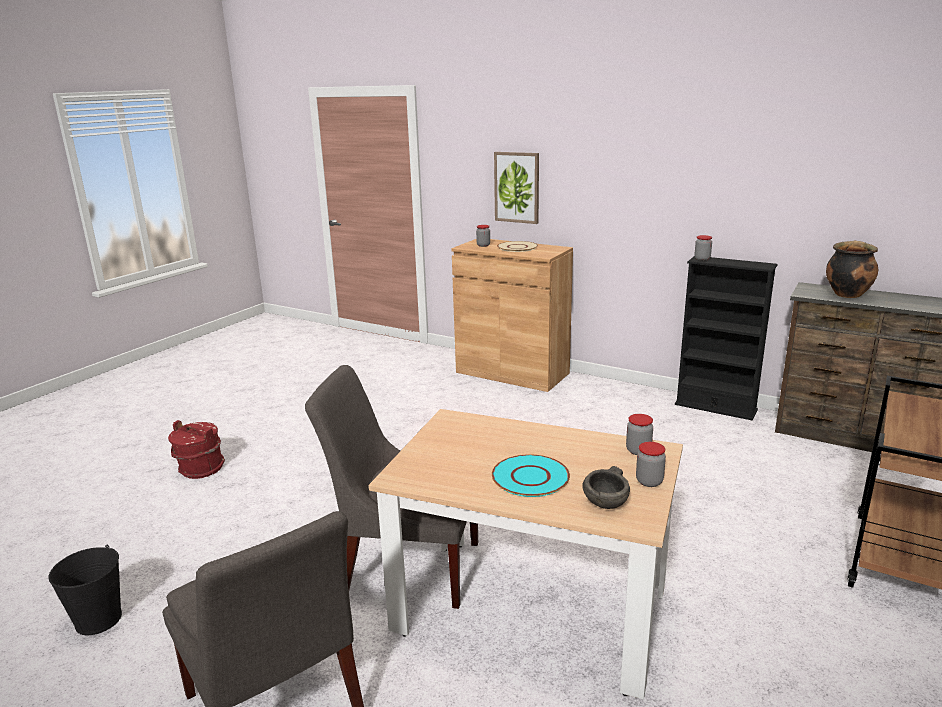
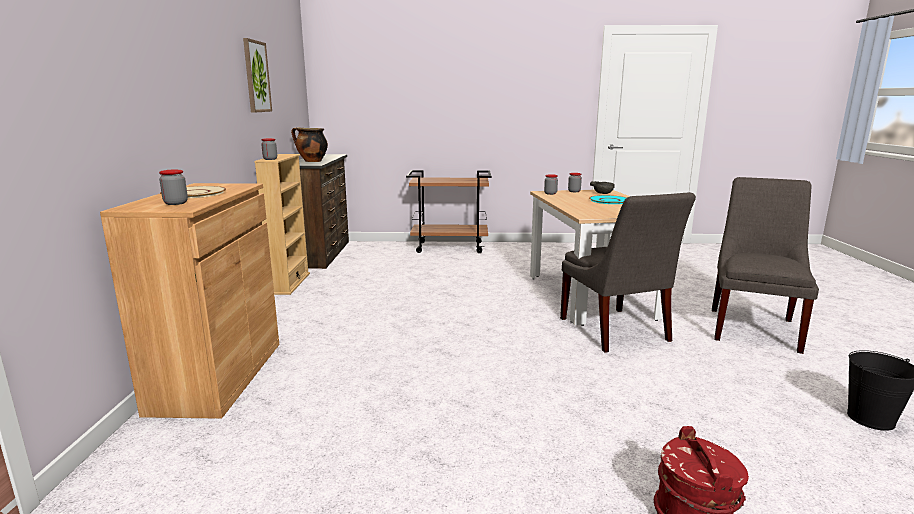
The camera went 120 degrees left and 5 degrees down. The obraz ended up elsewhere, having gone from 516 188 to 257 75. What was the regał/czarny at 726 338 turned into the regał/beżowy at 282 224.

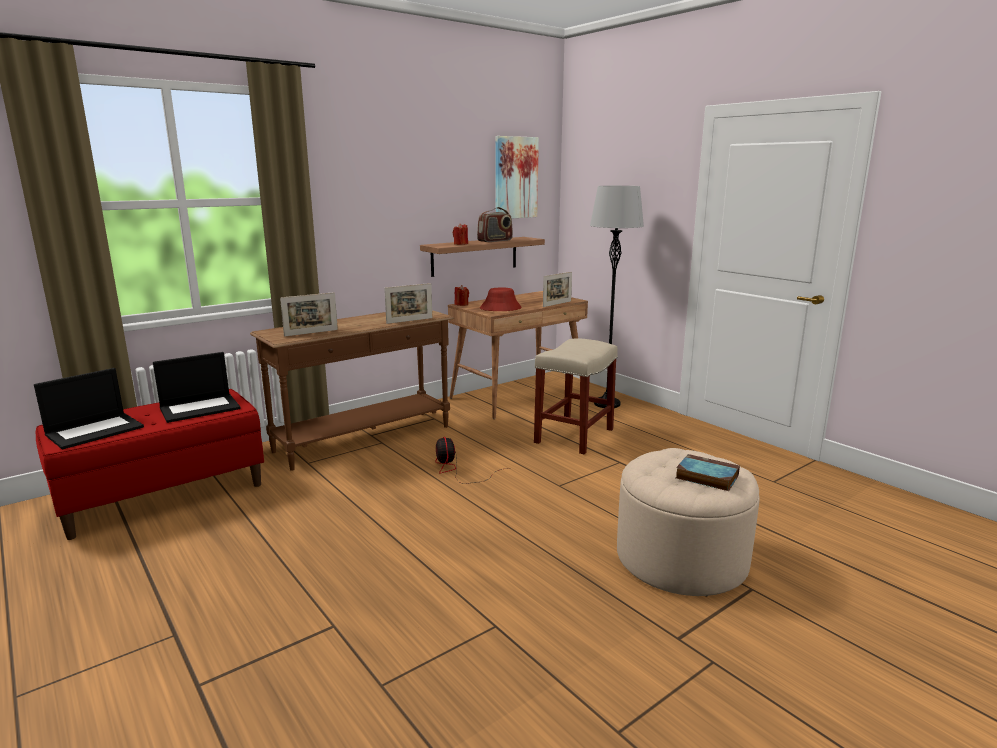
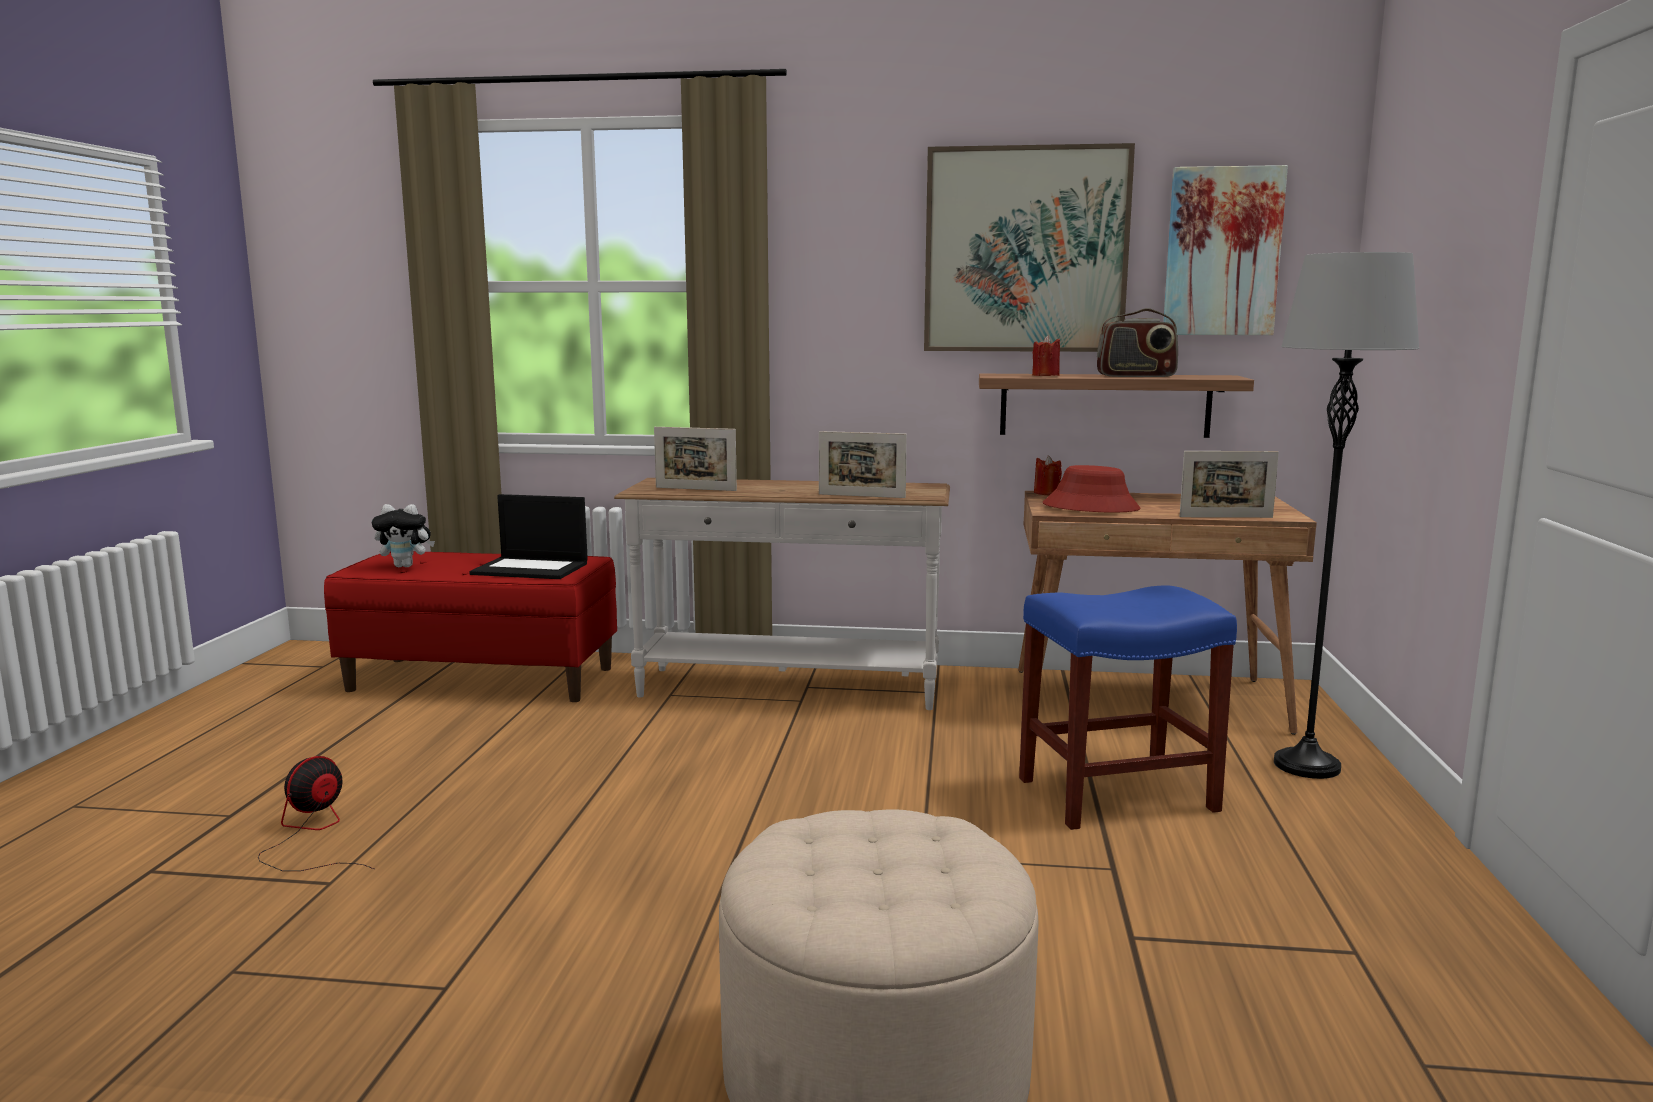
The camera went 45 degrees right and 5 degrees down. What was the stolik konsolowy/brązowy at 352 390 turned into the stolik konsolowy/biały at 782 594. What was the stołek/beżowy at 576 397 turned into the stołek/niebieski at 1128 707. Where the laptop stood at 89 408, the pluszak came to stand at 403 535. The wentylator ended up elsewhere, having gone from 472 460 to 316 813. The second view lost the książka at 708 472. The second view gained the obraz at 1029 247.

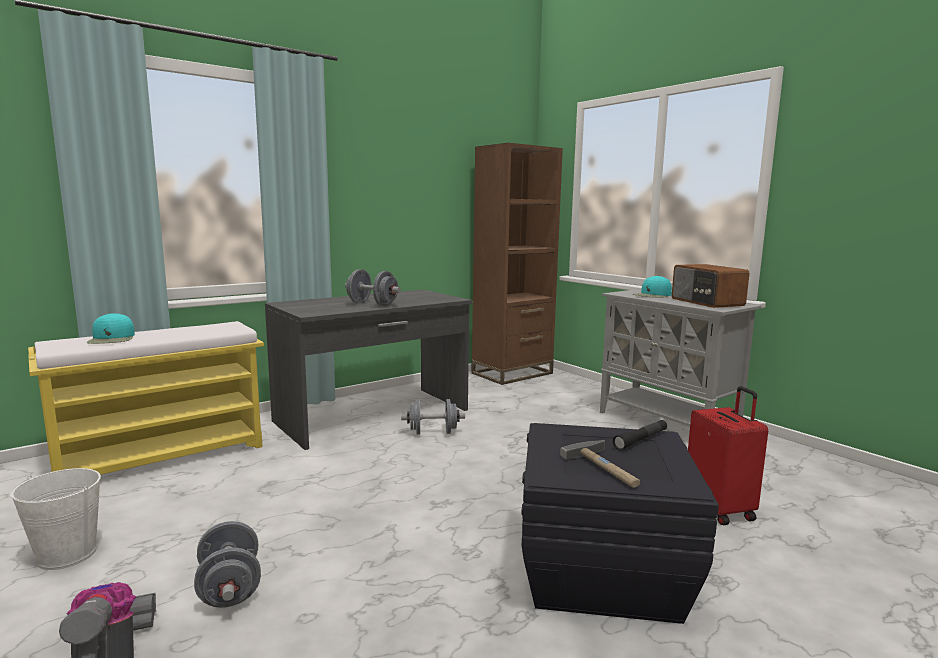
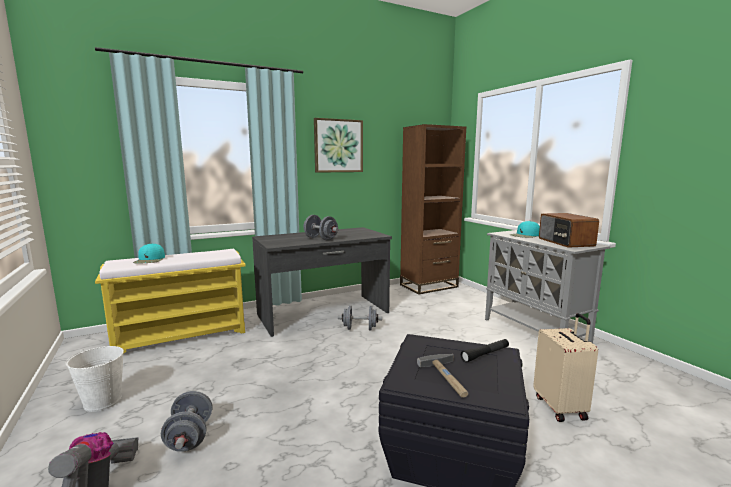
The camera went 10 degrees right and 0 degrees up. What was the walizka/czerwony at 728 455 turned into the walizka/beżowy at 565 367. The second view gained the obraz at 338 145.

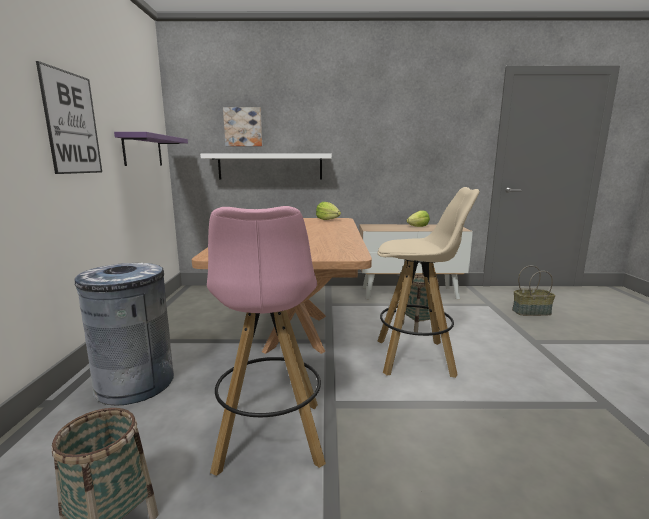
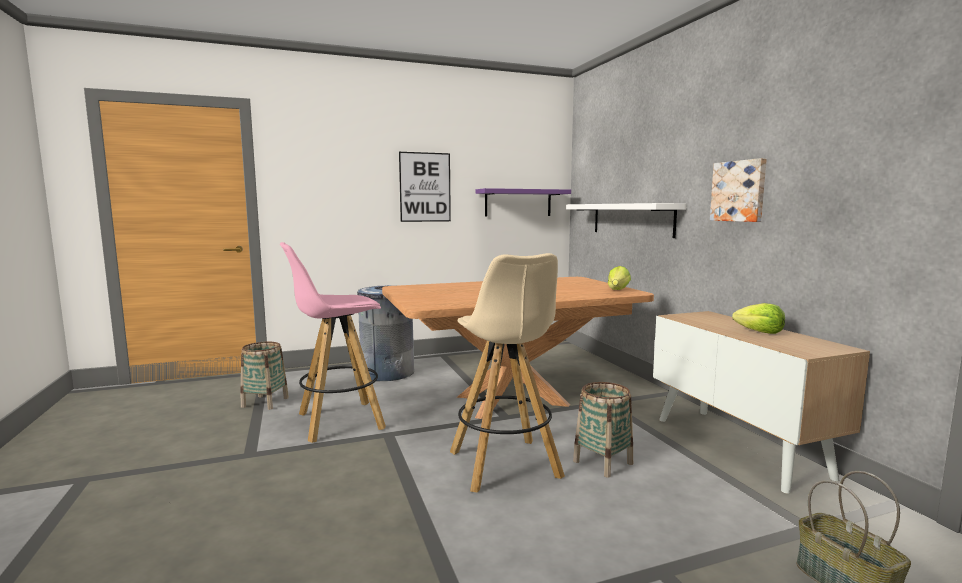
The camera went 70 degrees right and 5 degrees down. The obraz ended up elsewhere, having gone from 242 126 to 738 190.

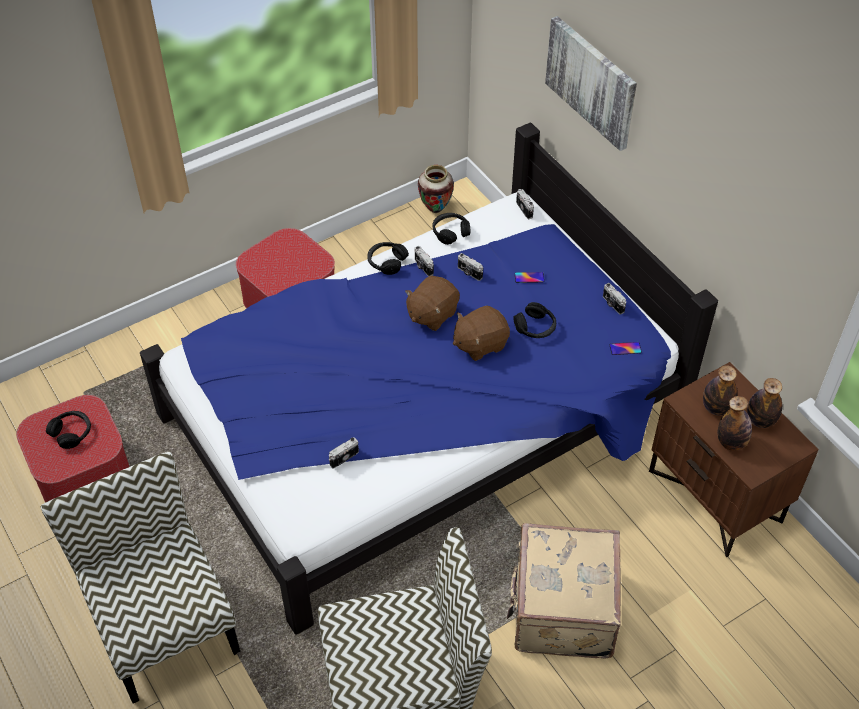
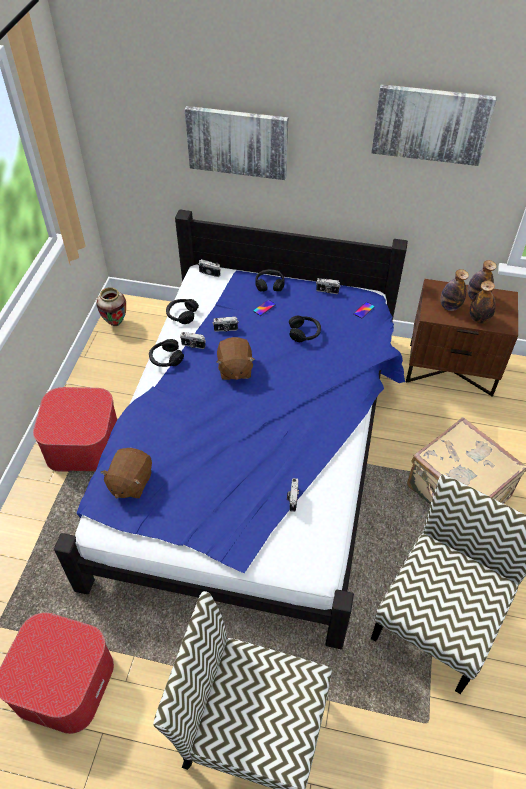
The camera went 45 degrees left and 0 degrees up. The pluszak/brązowy ended up elsewhere, having gone from 481 333 to 126 473. The słuchawki/czarny ended up elsewhere, having gone from 68 430 to 270 280. The second view gained the obraz at 433 125.

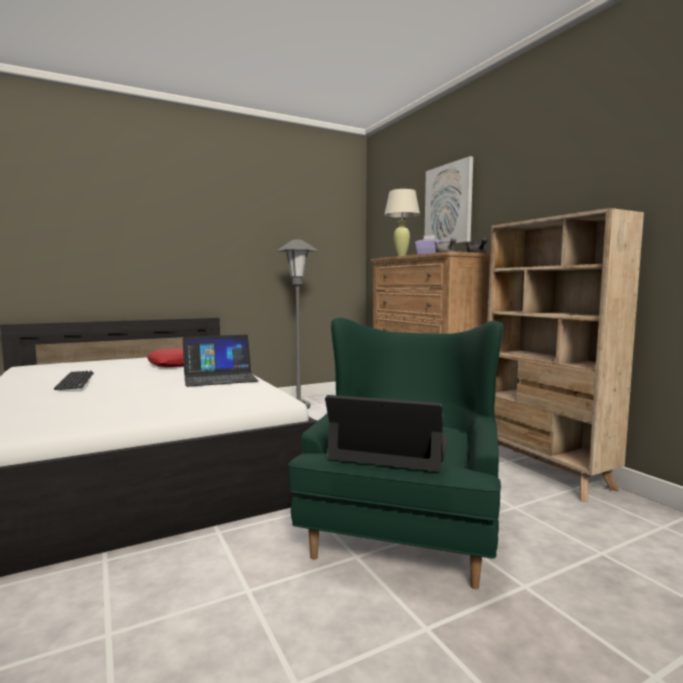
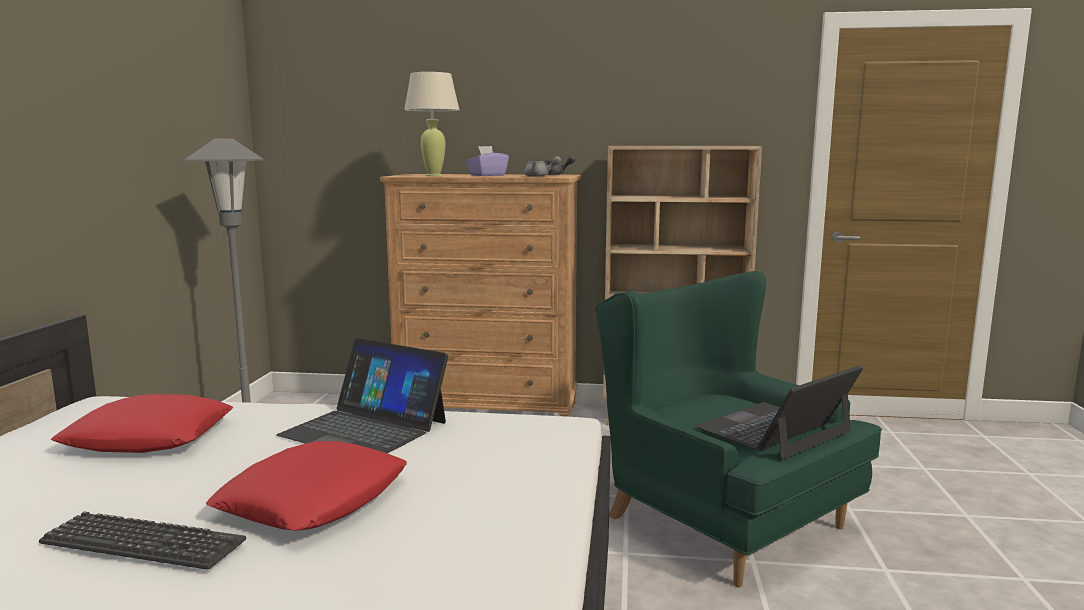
The camera went 55 degrees left and 5 degrees up. The second view lost the obraz at 449 200. The laptop at 220 361 ended up facing another way, 105 degrees clockwise from before. The second view gained the poduszka/czerwony at 306 485.

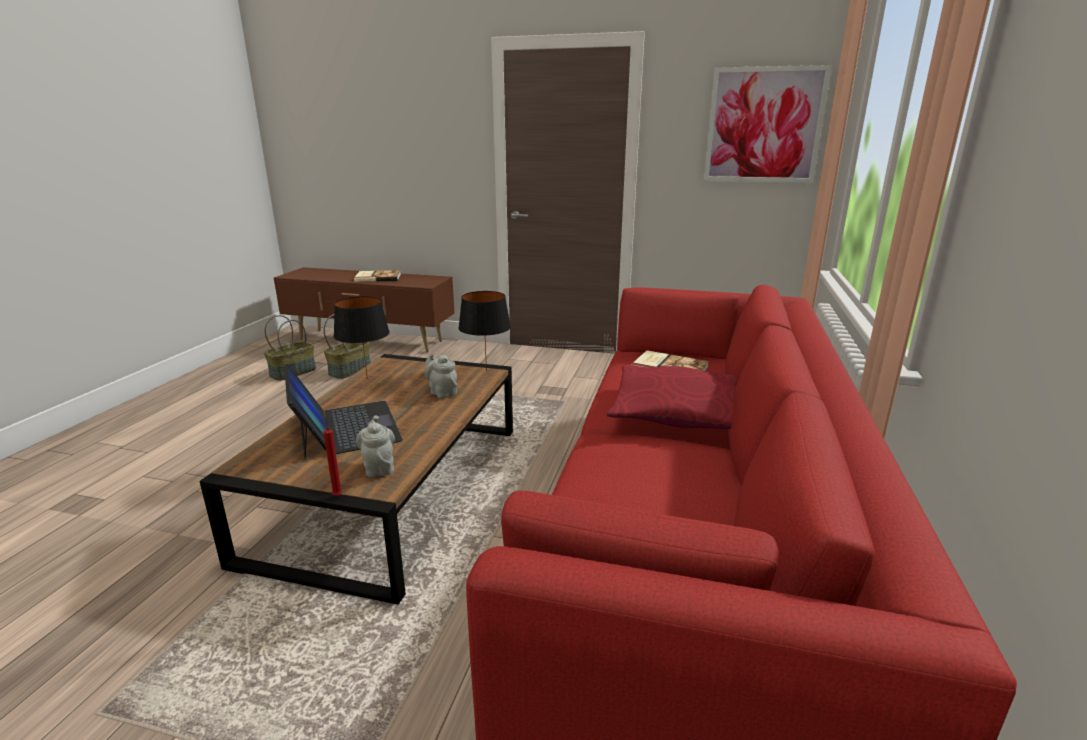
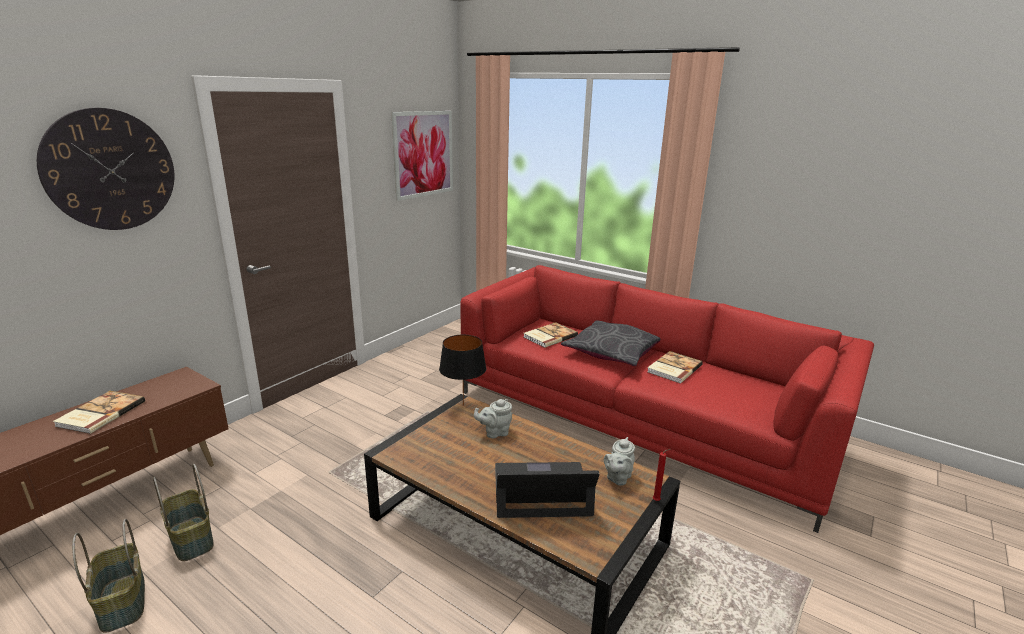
The camera went 70 degrees left and 0 degrees up. The second view lost the lampa stołowa/czarny at 362 337. What was the poduszka/czerwony at 671 396 turned into the poduszka/szary at 610 343. The imbryk/szary at 375 446 ended up facing another way, 60 degrees counterclockwise from before. The second view gained the zegar ścienny at 105 169. The second view gained the książka at 675 367.

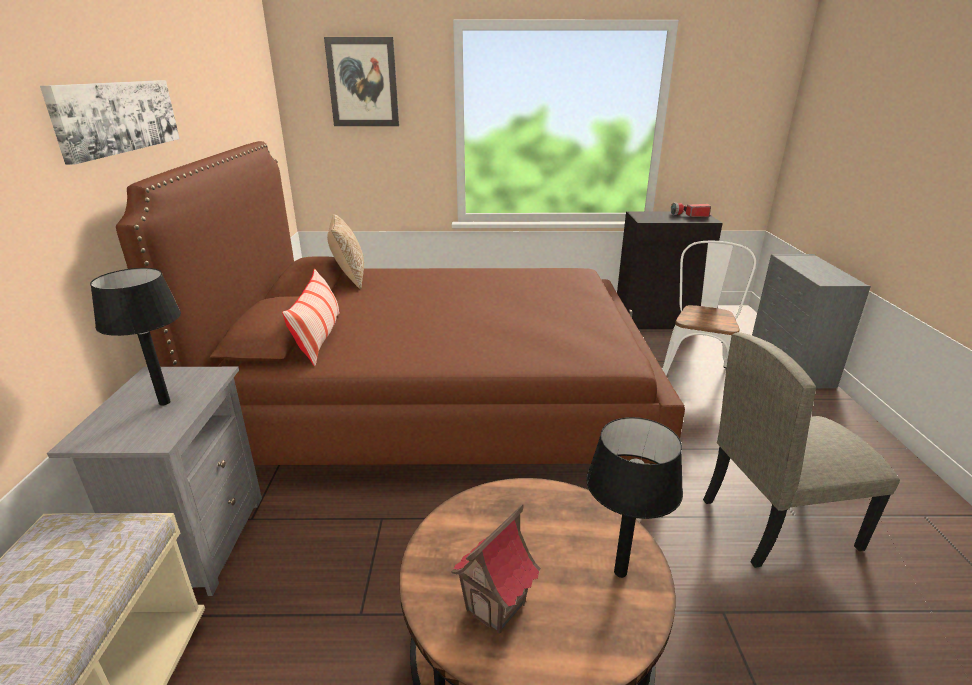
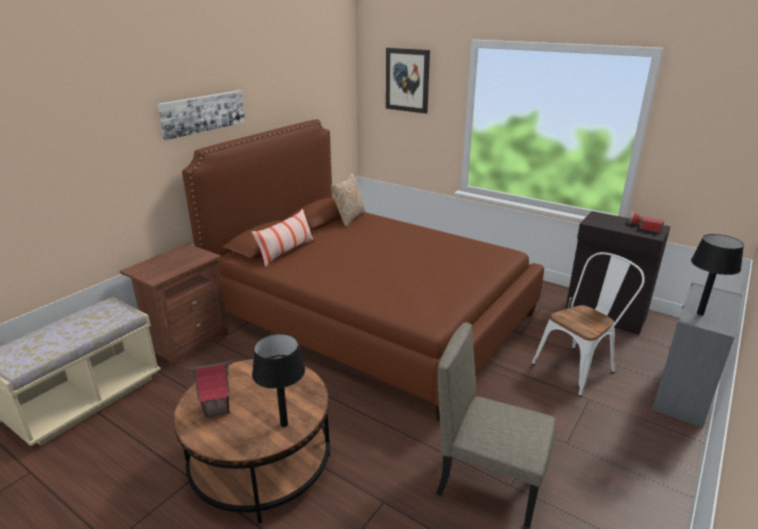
The camera went 35 degrees right and 0 degrees up. The lampa stołowa/czarny ended up elsewhere, having gone from 135 337 to 717 275. What was the szafka nocna/szary at 154 481 turned into the szafka nocna/brązowy at 174 305.

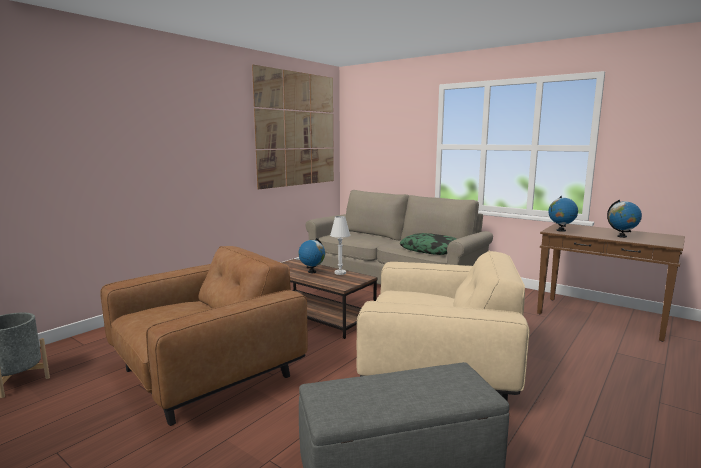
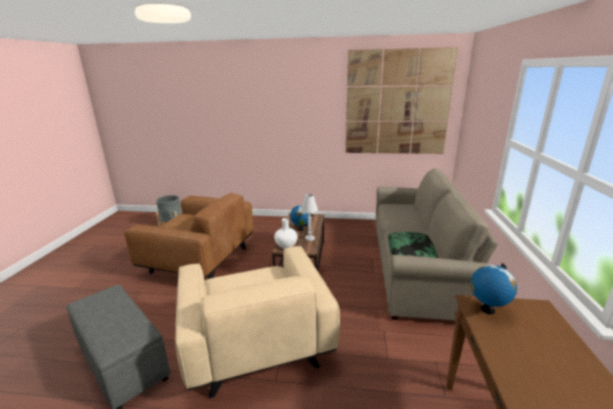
The camera went 60 degrees right and 10 degrees up. The second view lost the globus at 624 219. The second view gained the wazon/biały at 286 233.

